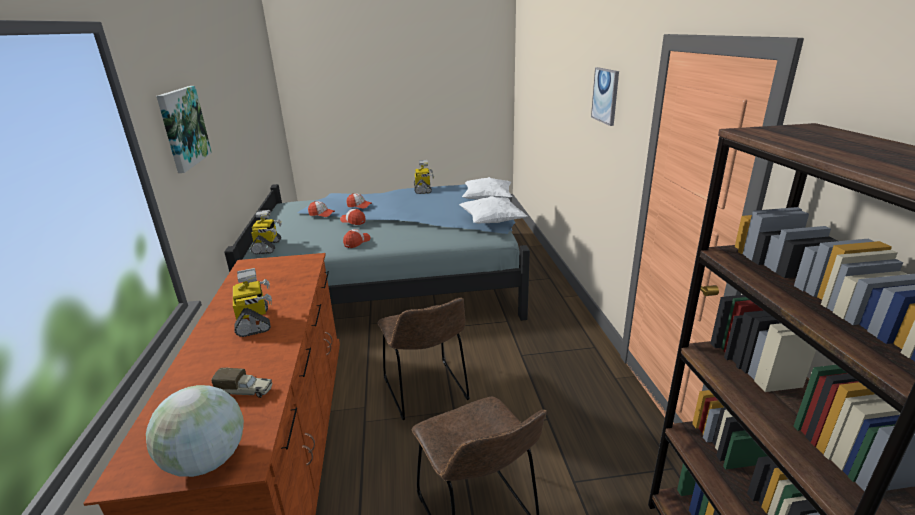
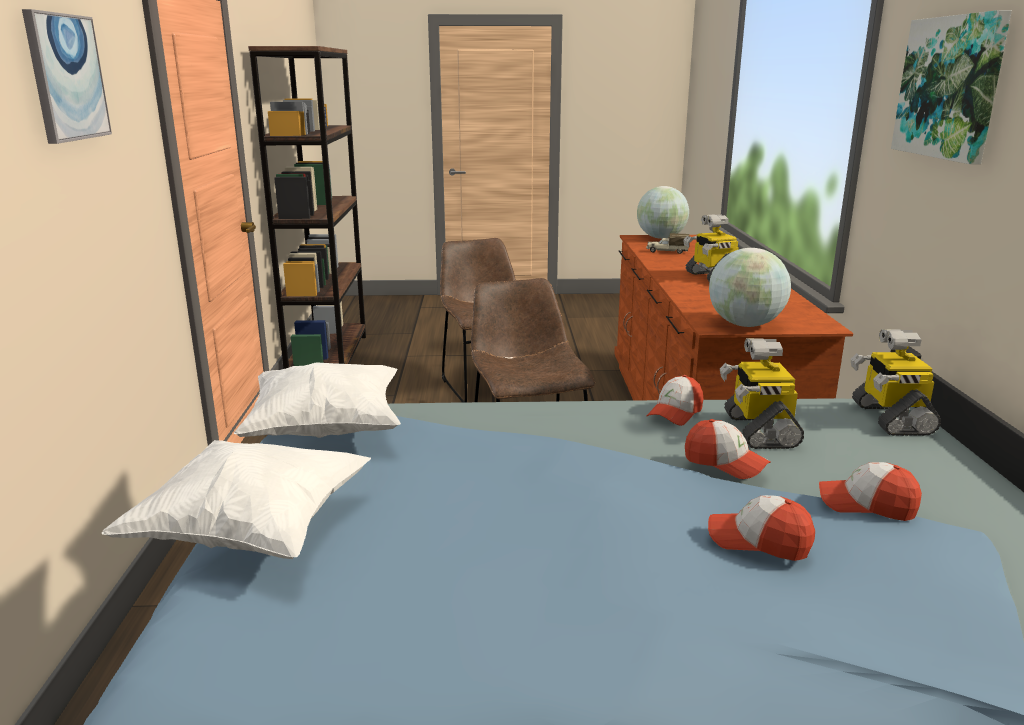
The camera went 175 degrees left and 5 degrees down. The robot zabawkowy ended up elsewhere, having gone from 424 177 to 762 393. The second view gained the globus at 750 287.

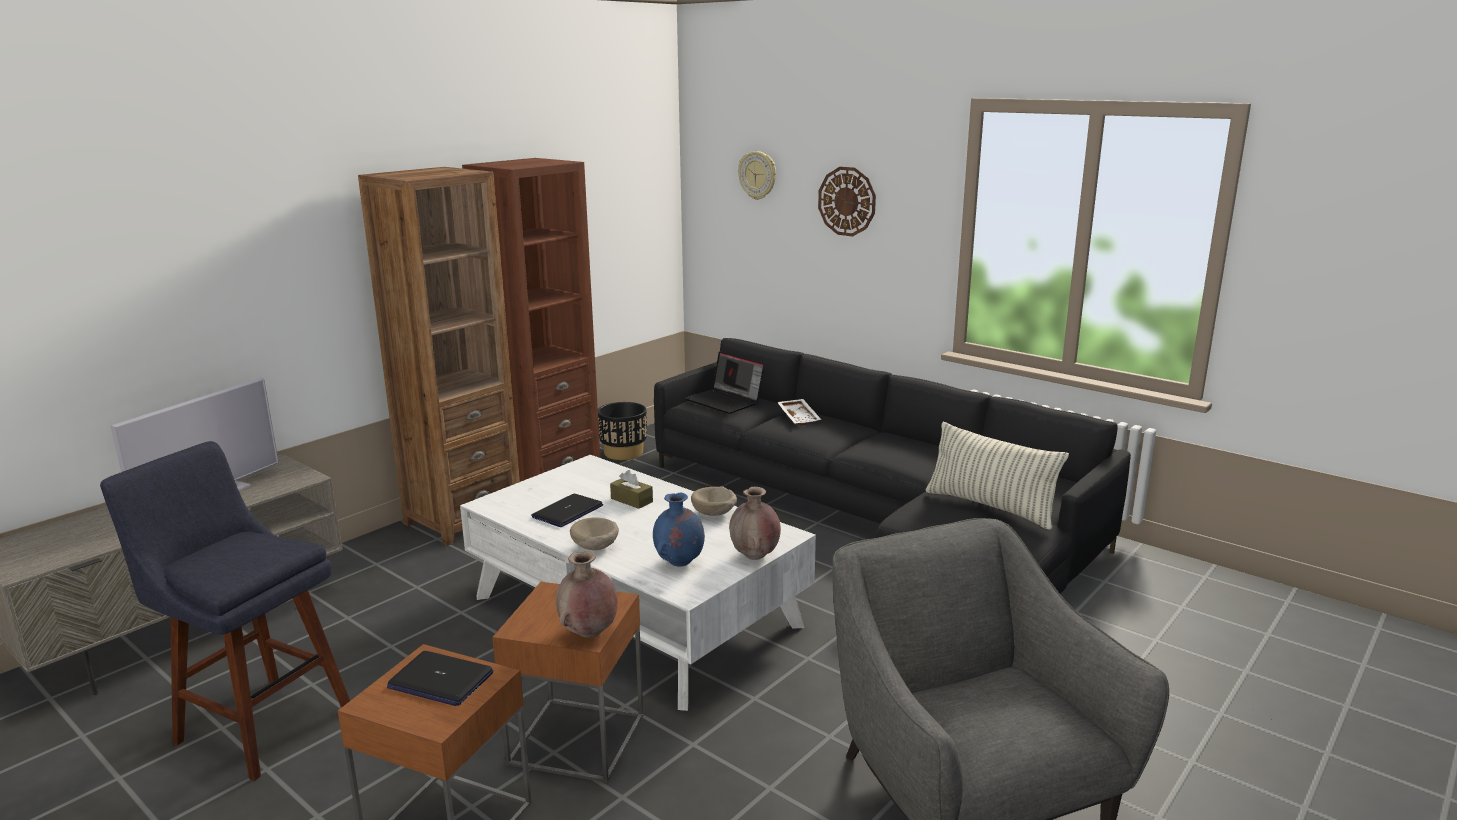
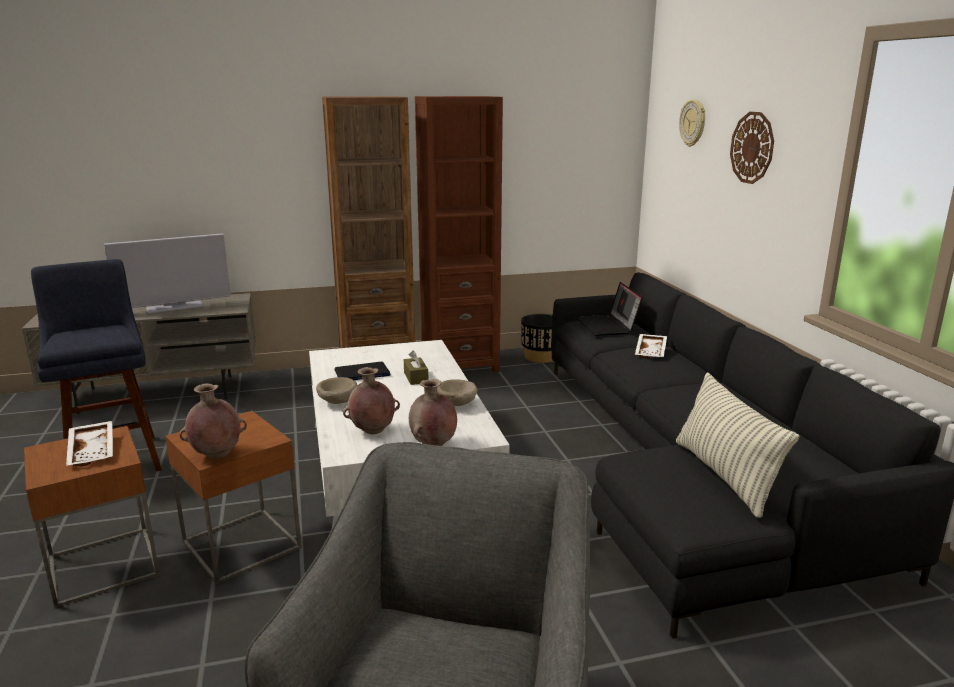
The camera went 35 degrees right and 0 degrees up. What was the wazon/niebieski at 679 529 turned into the wazon/brązowy at 371 400. Where the laptop stood at 440 678, the taca/biały came to stand at 89 444.

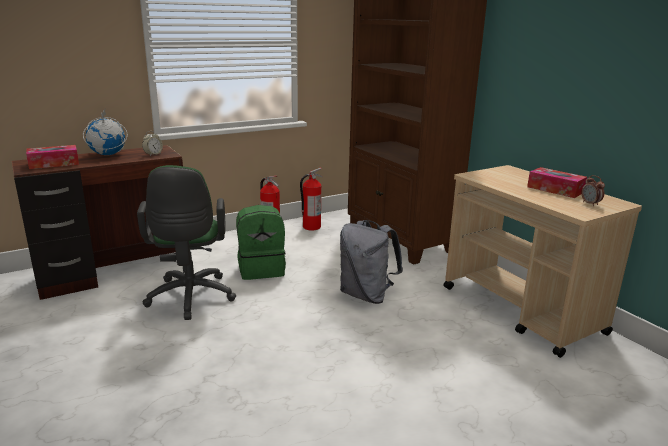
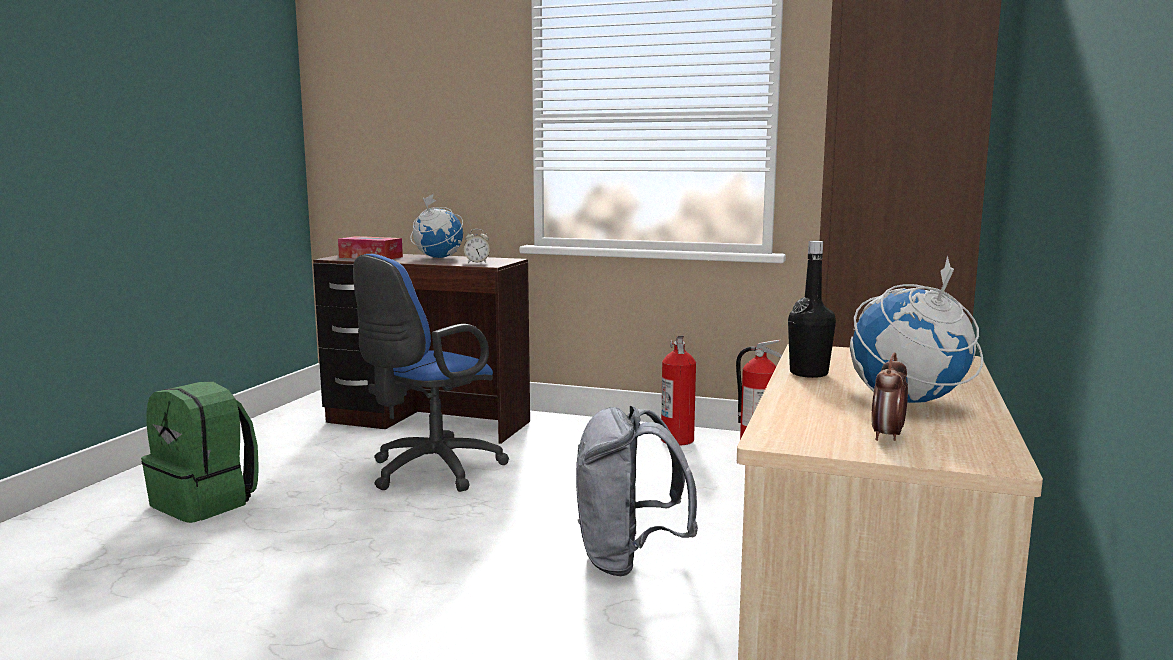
The camera went 50 degrees right and 10 degrees down. What was the krzesło biurowe/zielony at 186 242 turned into the krzesło biurowe/niebieski at 431 373. Where the pudełko chusteczek stood at 557 182, the globus came to stand at 916 329. The plecak/zielony ended up elsewhere, having gone from 261 242 to 200 452. The second view gained the butelka/czarny at 812 309.

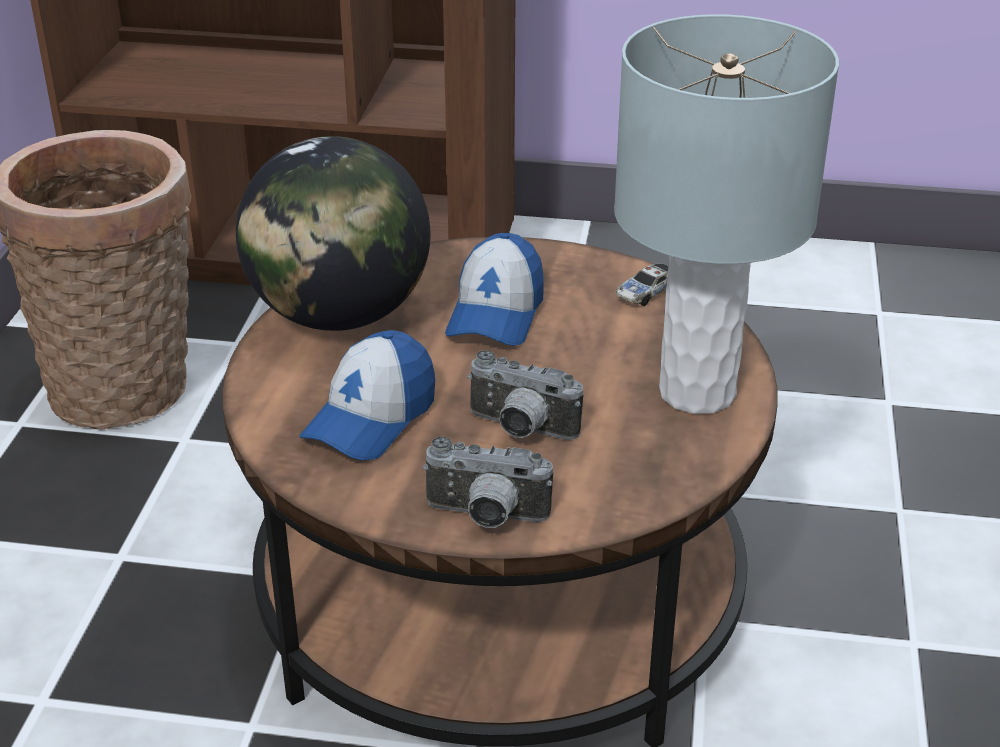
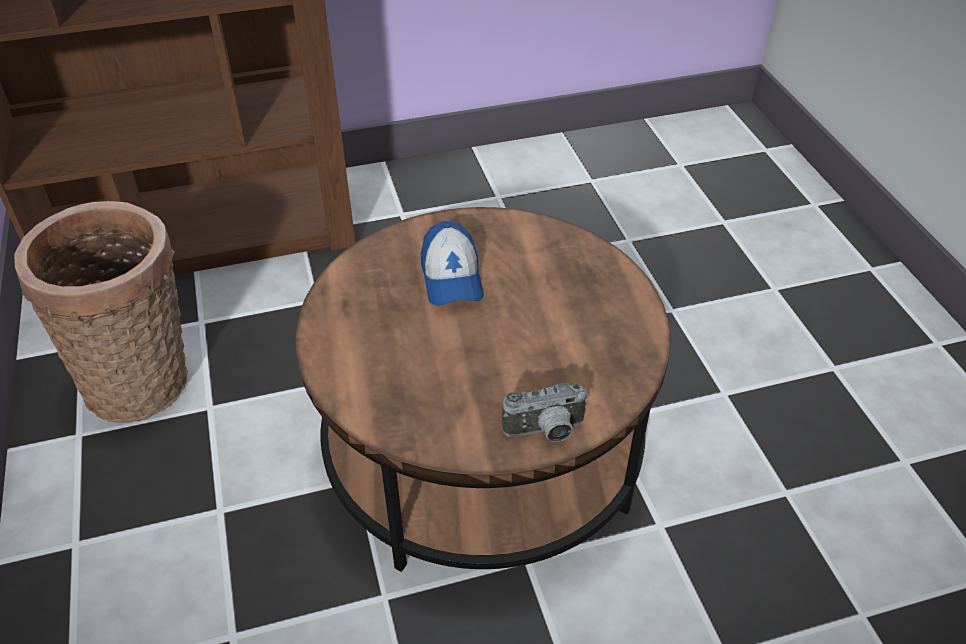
The camera went 25 degrees left and 10 degrees up. The second view lost the lampa stołowa/szary at 726 214. The second view lost the globus at 333 233. The second view lost the samochodzik at 642 284. The second view lost the czapka z daszkiem at 367 395. The second view lost the aparat fotograficzny at 525 395.

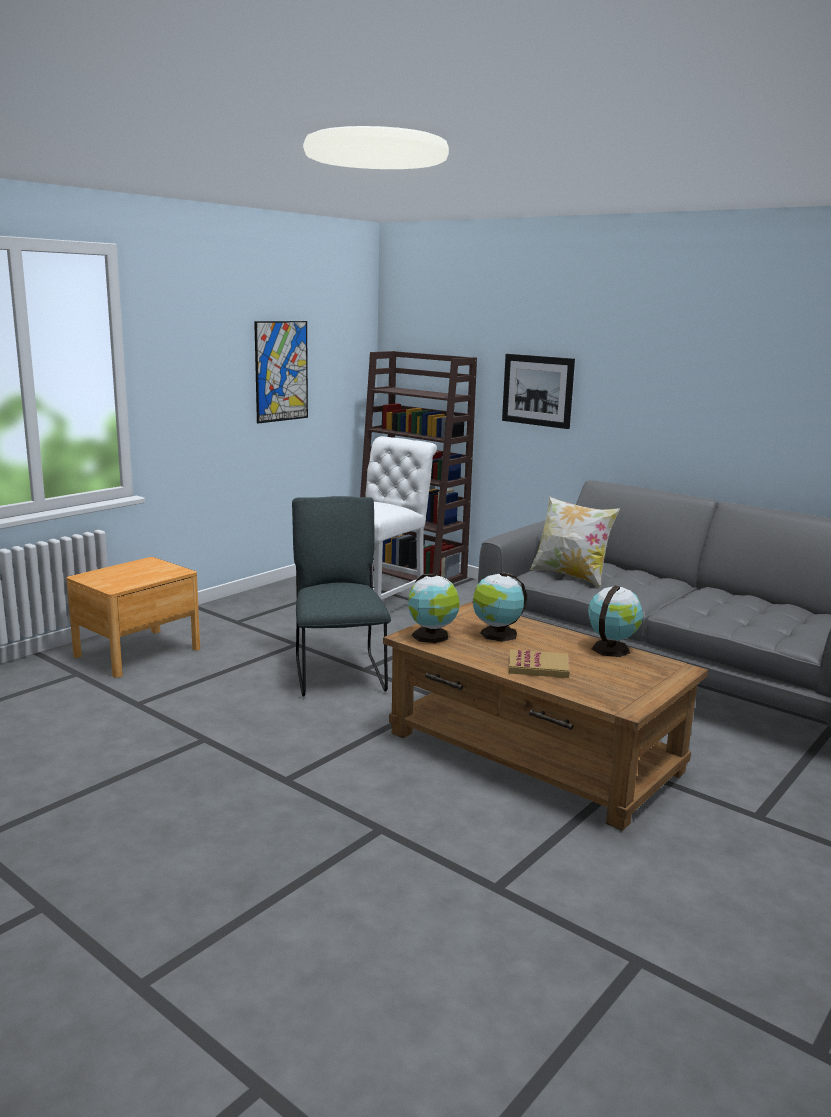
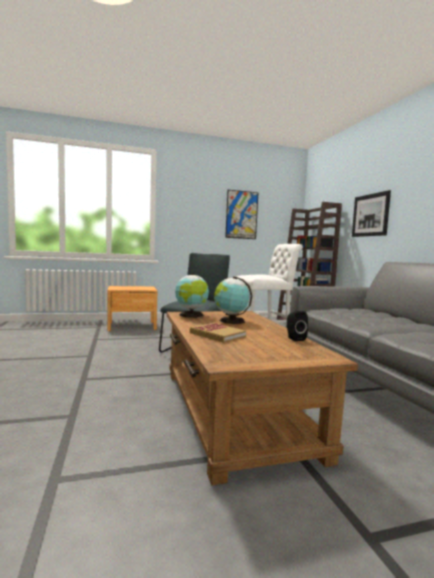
The camera went 35 degrees right and 10 degrees down. The second view lost the poduszka at 575 542. Where the globus stood at 615 621, the głośnik/czarny came to stand at 297 326.

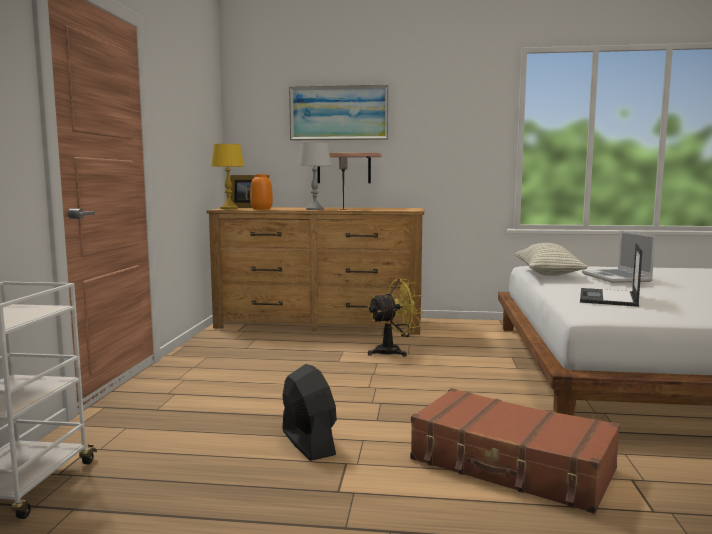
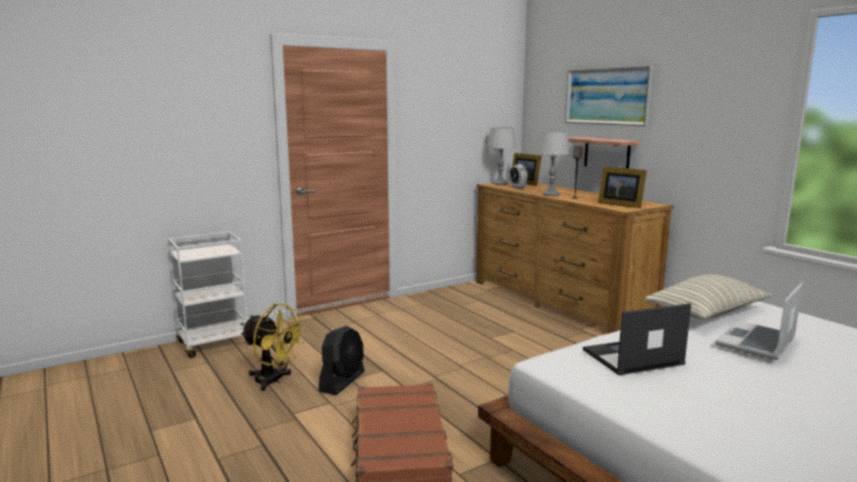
The camera went 50 degrees right and 5 degrees up. What was the lampa stołowa/żółty at 227 176 turned into the lampa stołowa/szary at 501 156. Where the wazon/pomarańczowy stood at 261 192, the budzik came to stand at 518 177. The wentylator/żółty ended up elsewhere, having gone from 396 318 to 273 347. The second view gained the ramka na zdjęcie at 622 187.

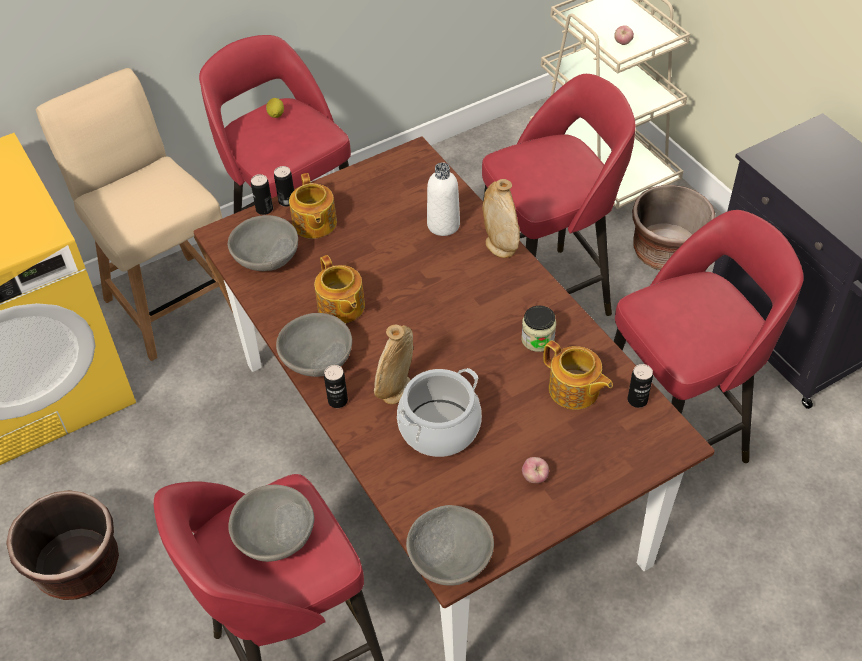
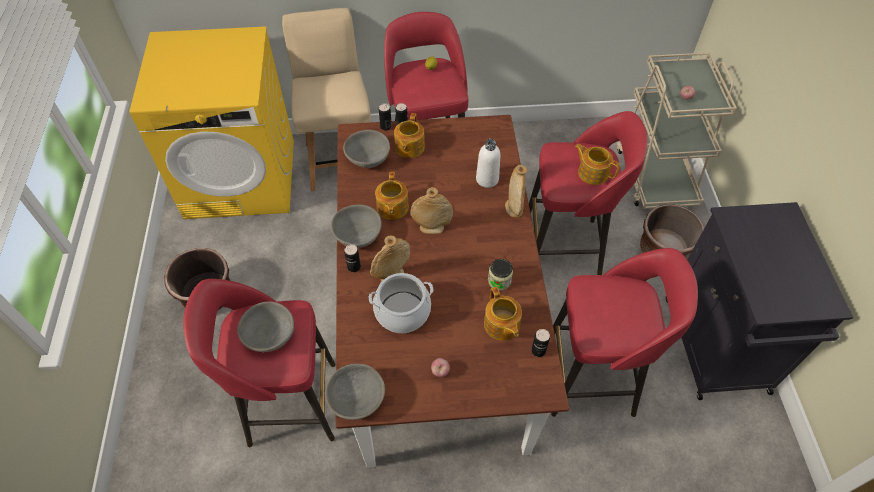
The camera went 25 degrees right and 5 degrees up. The second view gained the imbryk at 597 164. The second view gained the wazon/beżowy at 431 210.

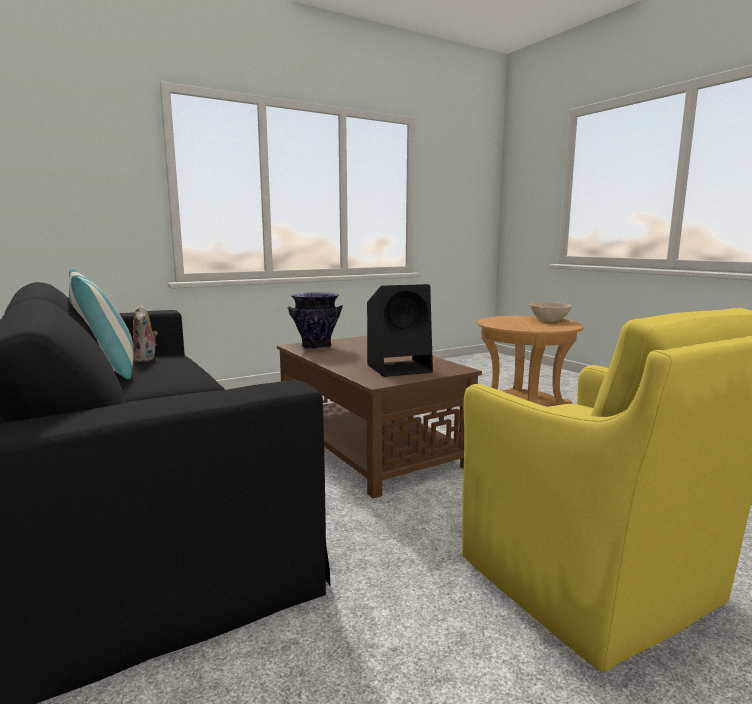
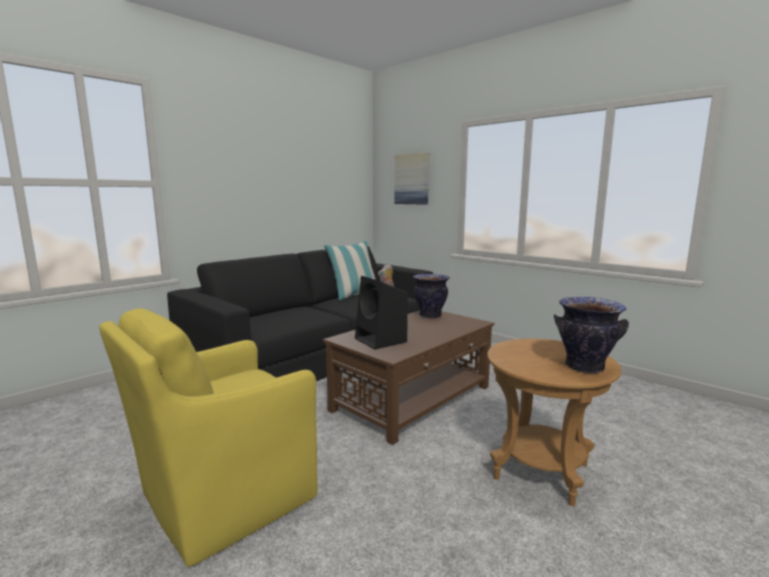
The camera went 75 degrees right and 0 degrees up. Where the miska/beżowy stood at 550 312, the wazon came to stand at 591 335. The second view gained the obraz at 412 179.

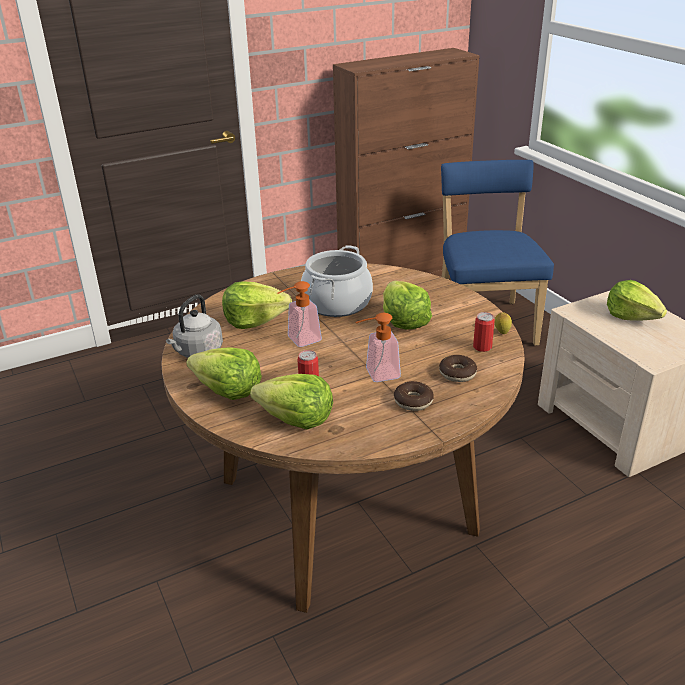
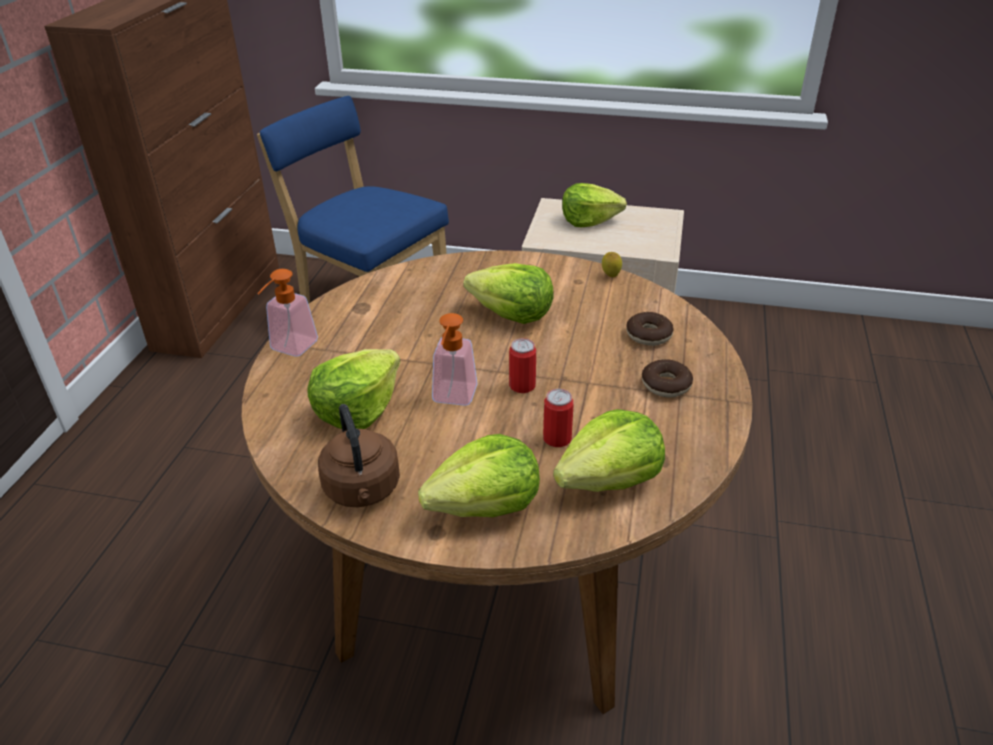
The camera went 50 degrees left and 5 degrees up. The second view lost the garnek at 337 281. What was the czajnik/szary at 194 326 turned into the czajnik/brązowy at 359 455. The puszka ended up elsewhere, having gone from 484 332 to 522 365. The dozownik mydła ended up elsewhere, having gone from 378 347 to 287 313.

